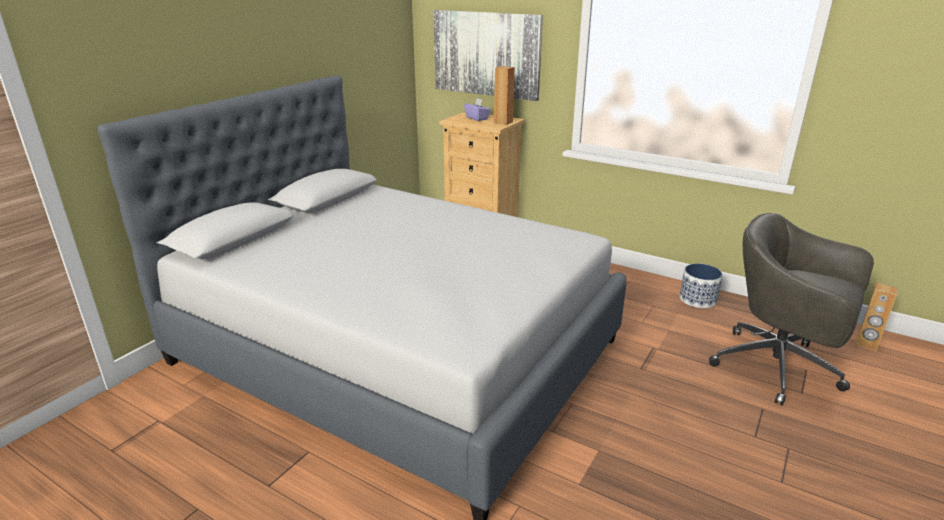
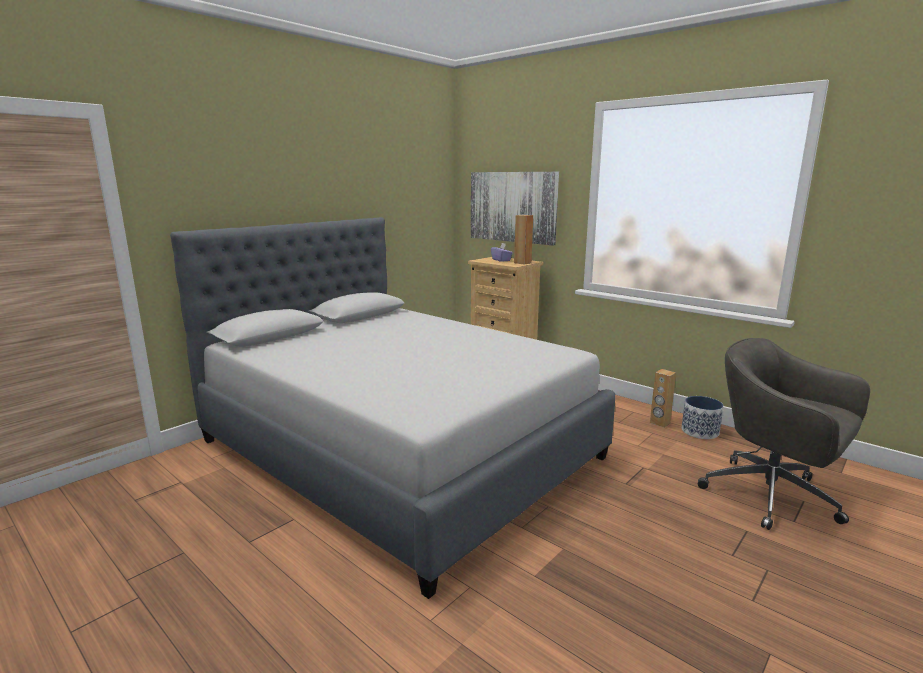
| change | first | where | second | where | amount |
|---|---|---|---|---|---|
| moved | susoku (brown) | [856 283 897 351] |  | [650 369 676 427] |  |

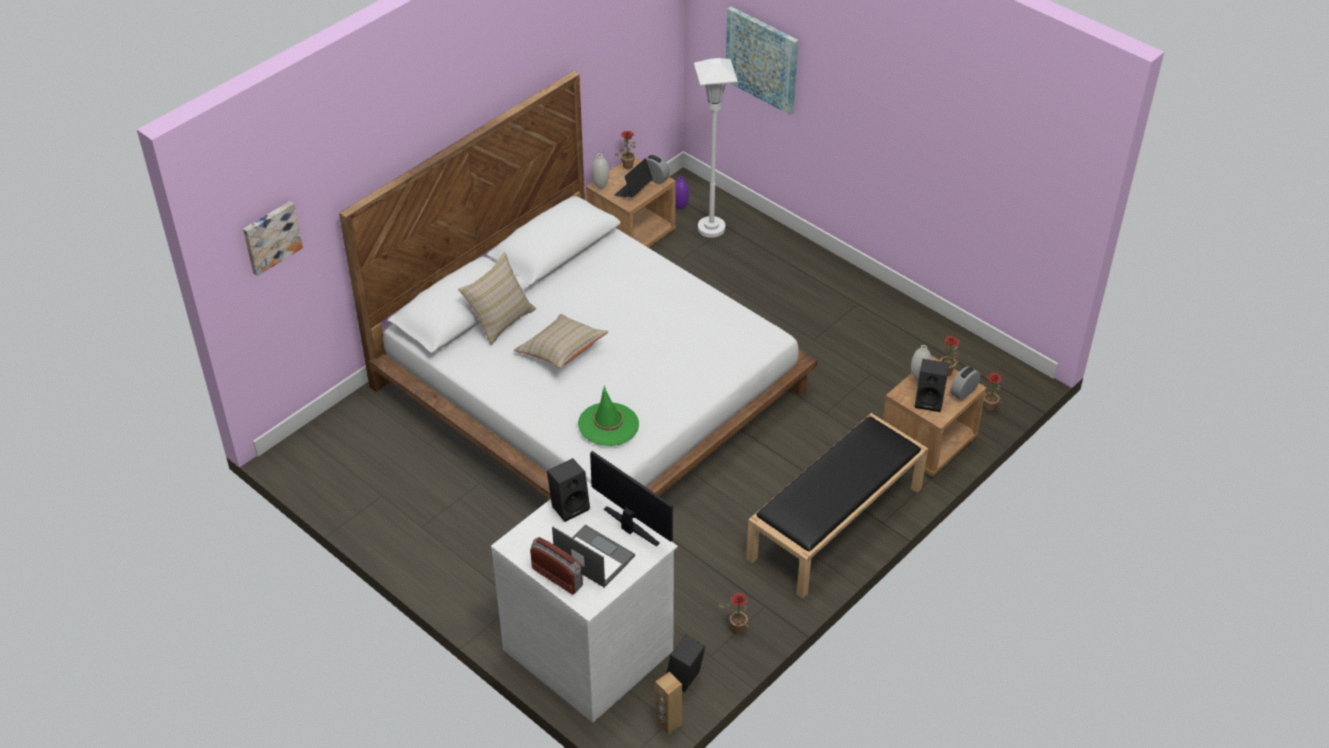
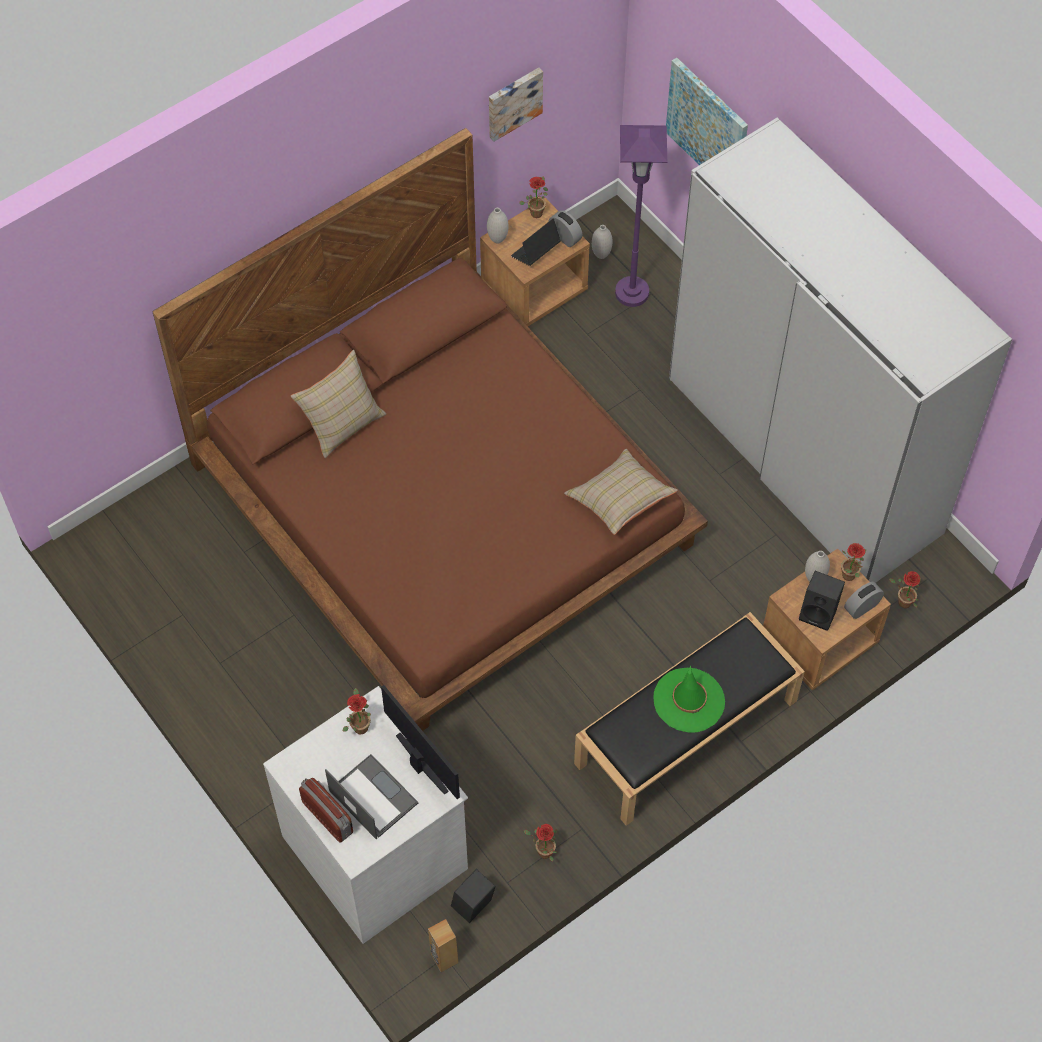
| change | first | where | second | where | amount |
|---|---|---|---|---|---|
| moved | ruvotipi | [243 201 303 276] |  | [489 68 543 142] |  |
| recoloured | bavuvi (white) | [339 71 818 499] | bavuvi (brown) | [152 128 708 731] |  |
| moved | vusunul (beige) | [514 314 609 368] |  | [564 449 678 535] |  |
| replaced | susoku (black) | [547 458 590 522] | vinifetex | [343 688 371 734] |  |
| moved | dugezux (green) | [578 385 639 446] |  | [654 665 725 733] |  |
| recoloured | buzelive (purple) | [675 176 689 209] | buzelive (white) | [592 225 612 259] |  |
| recoloured | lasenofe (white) | [694 58 738 238] | lasenofe (purple) | [615 125 667 307] |  |
| added |  |  | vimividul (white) | [669 117 1012 583] |  |

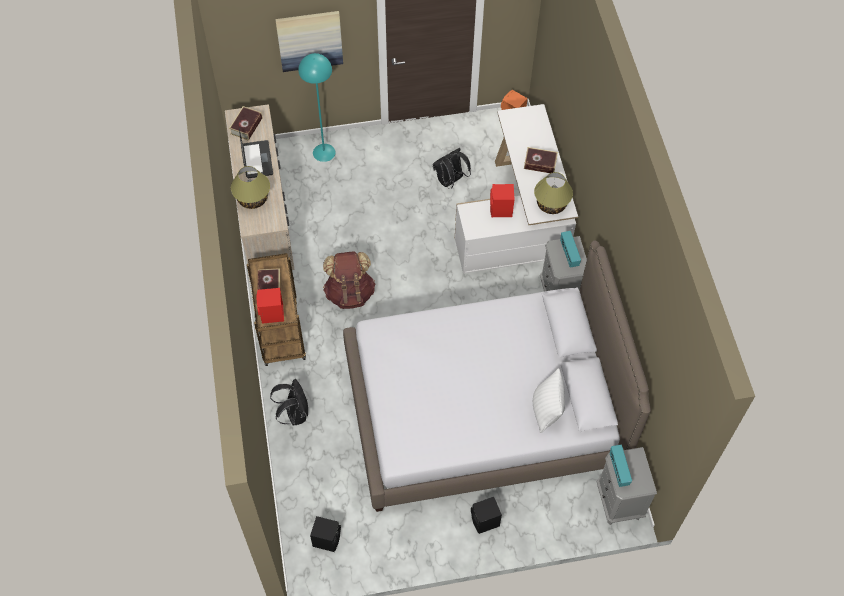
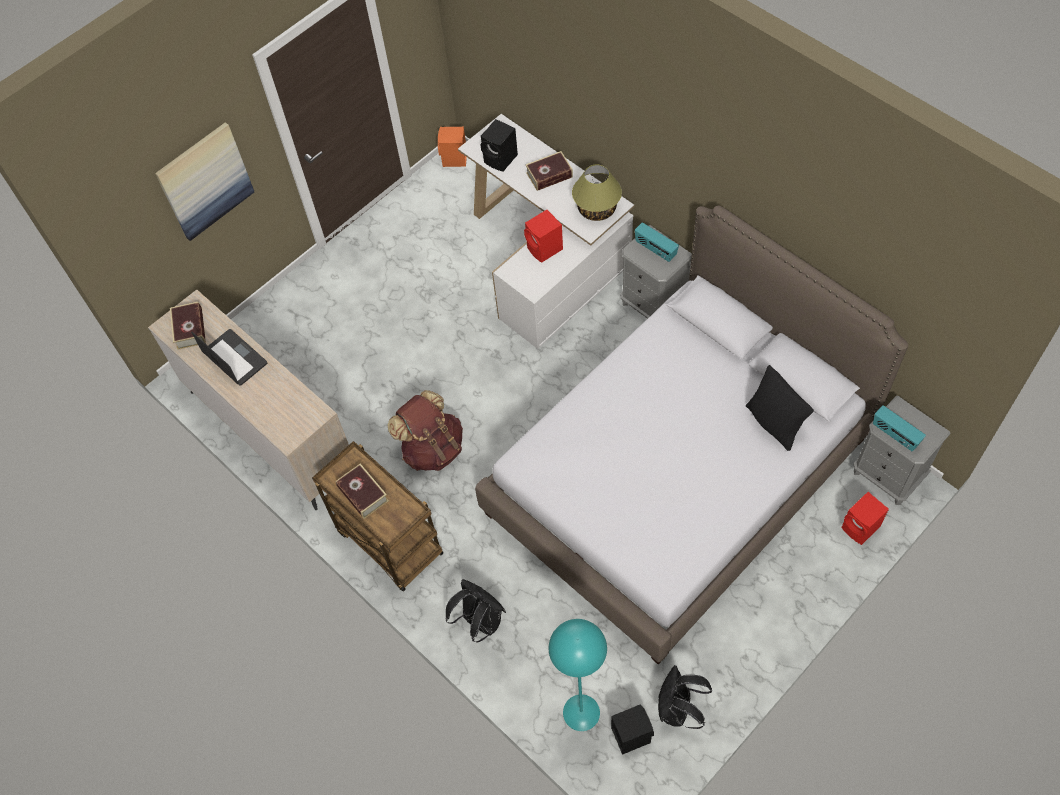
| change | first | where | second | where | amount |
|---|---|---|---|---|---|
| removed | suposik | [231 166 270 209] |  |  |  |
| moved | susoku (red) | [256 288 284 324] |  | [841 492 889 545] |  |
| moved | lasenofe (turquoise) | [298 53 335 162] |  | [549 619 607 731] |  |
| moved | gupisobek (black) | [433 148 471 189] |  | [658 665 712 729] |  |
| moved | susoku (black) | [471 497 502 534] |  | [480 119 518 172] |  |
| recoloured | vusunul (white) | [533 368 565 433] | vusunul (black) | [746 365 814 451] |  |

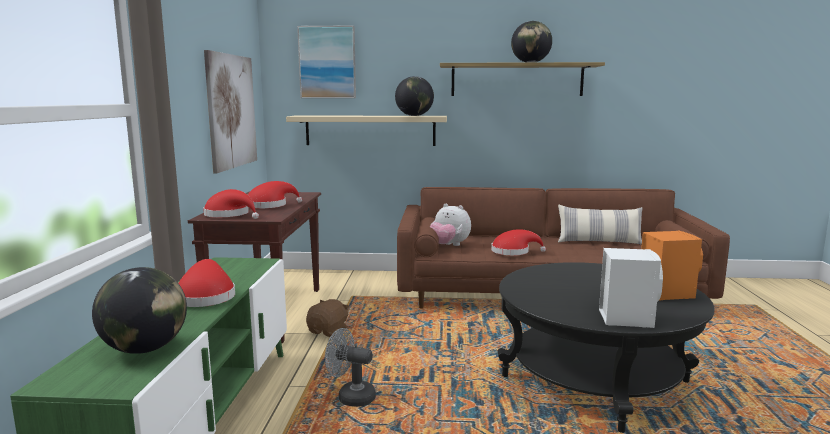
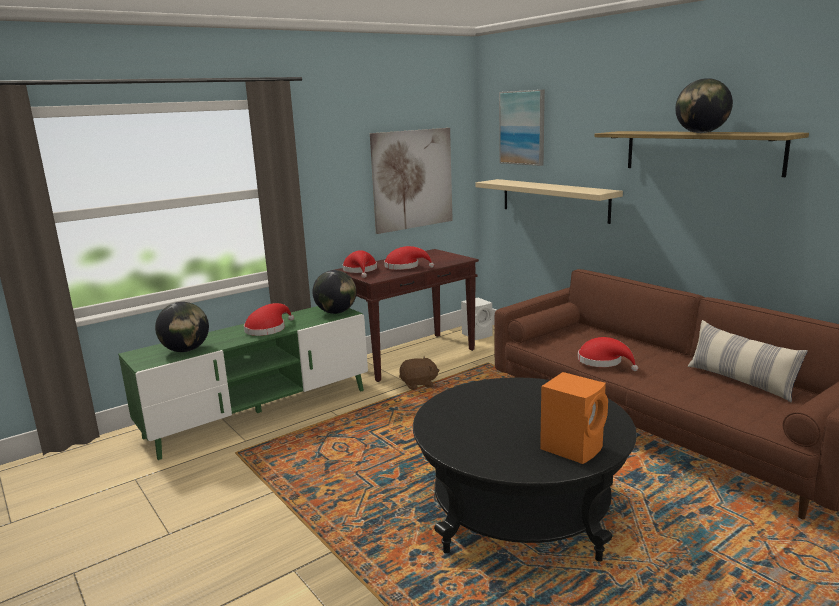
| change | first | where | second | where | amount |
|---|---|---|---|---|---|
| removed | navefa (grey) | [325 328 376 407] |  |  |  |
| moved | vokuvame | [395 76 434 116] |  | [313 270 357 314] |  |
| removed | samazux | [430 204 471 246] |  |  |  |
| moved | susoku (white) | [599 248 663 328] |  | [461 298 494 340] |  |

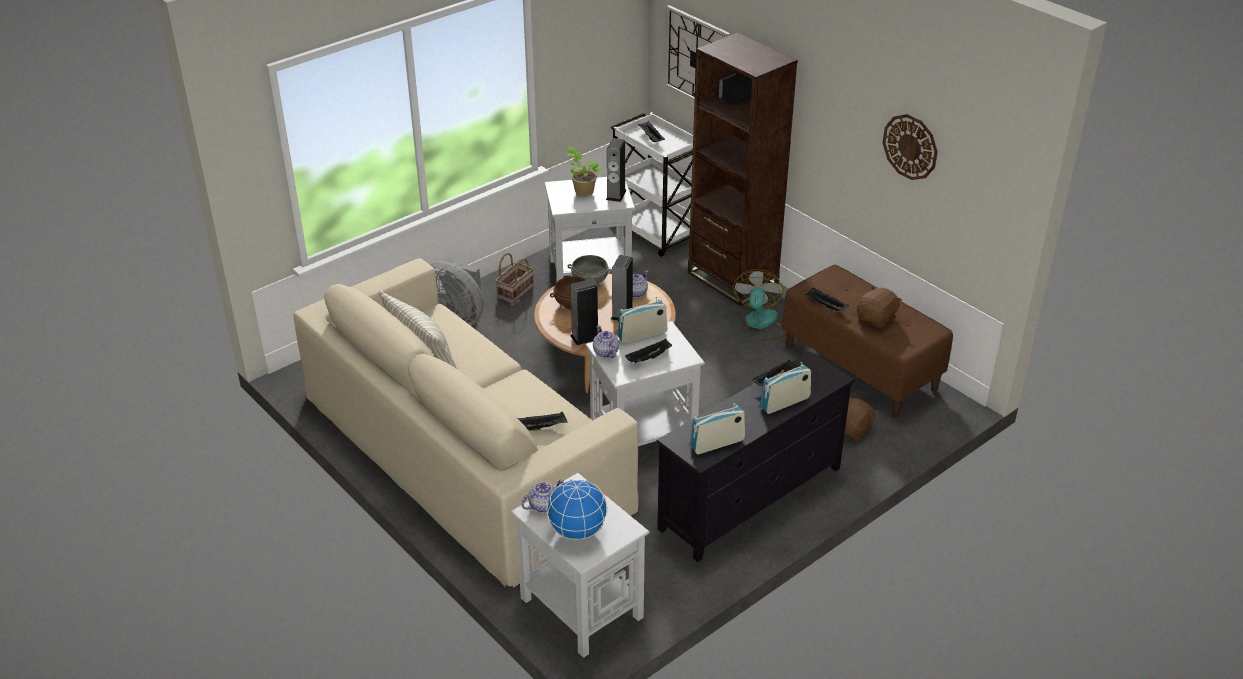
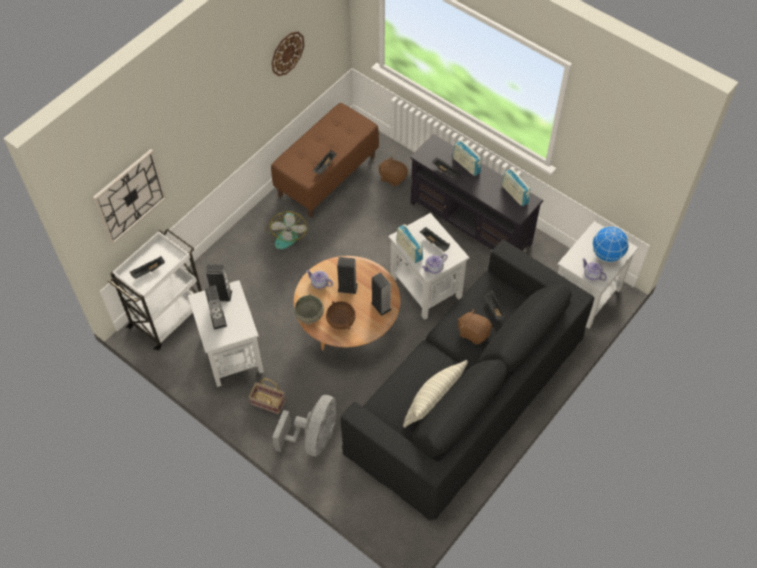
| change | first | where | second | where | amount |
|---|---|---|---|---|---|
| recoloured | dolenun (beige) | [293 258 639 588] | dolenun (black) | [341 240 594 521] |  |
| replaced | vinifetex | [567 146 602 196] | susoku | [204 285 227 330] |  |
| removed | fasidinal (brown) | [688 33 798 306] |  |  |  |
| turned | navefa | [733 269 786 340] |  | [266 211 307 249] | 90 degrees counterclockwise |
| moved | samazux (brown) | [857 286 902 329] |  | [458 309 492 344] |  |

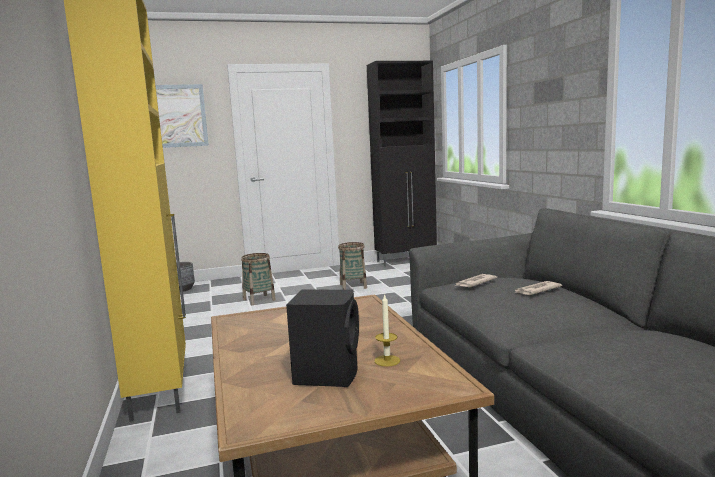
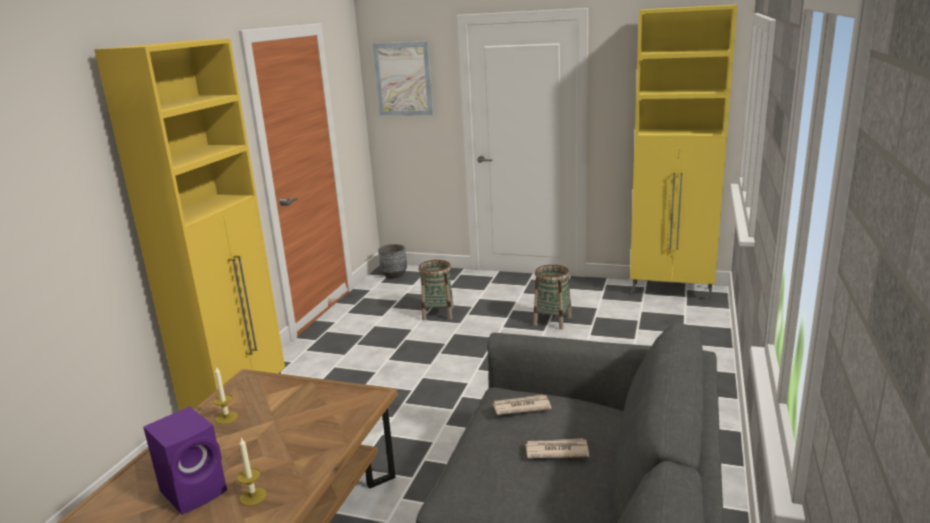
| change | first | where | second | where | amount |
|---|---|---|---|---|---|
| recoloured | susoku (black) | [286 289 359 387] | susoku (purple) | [143 406 227 515] |  |
| recoloured | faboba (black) | [367 61 437 267] | faboba (yellow) | [630 4 738 301] |  |
| added |  |  | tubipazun | [213 367 238 424] |  |

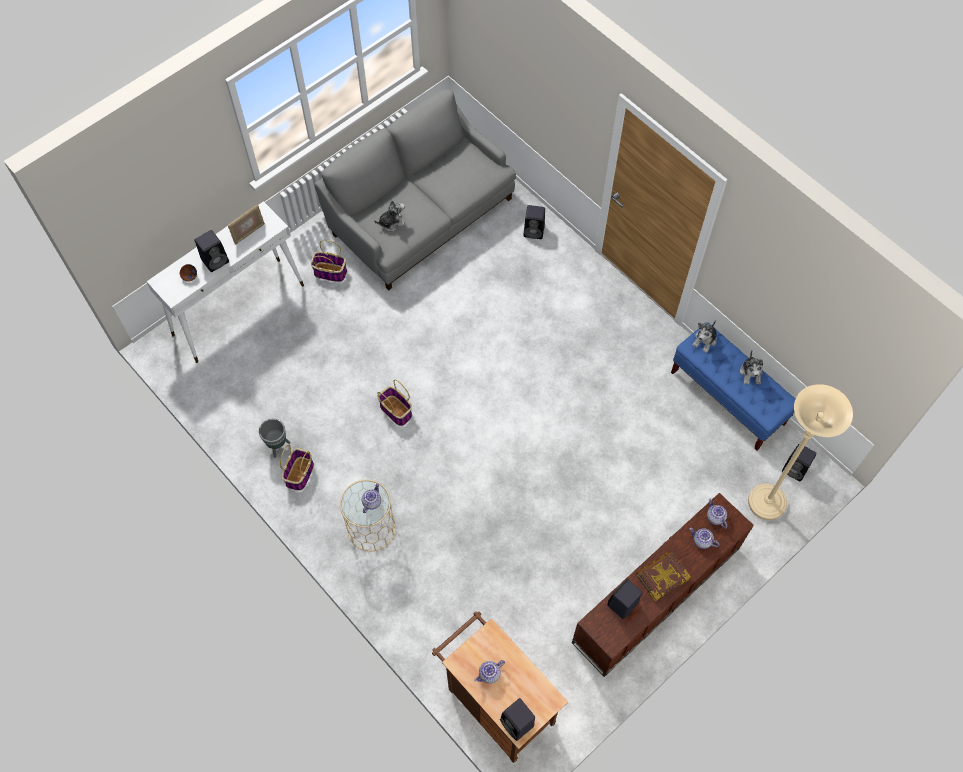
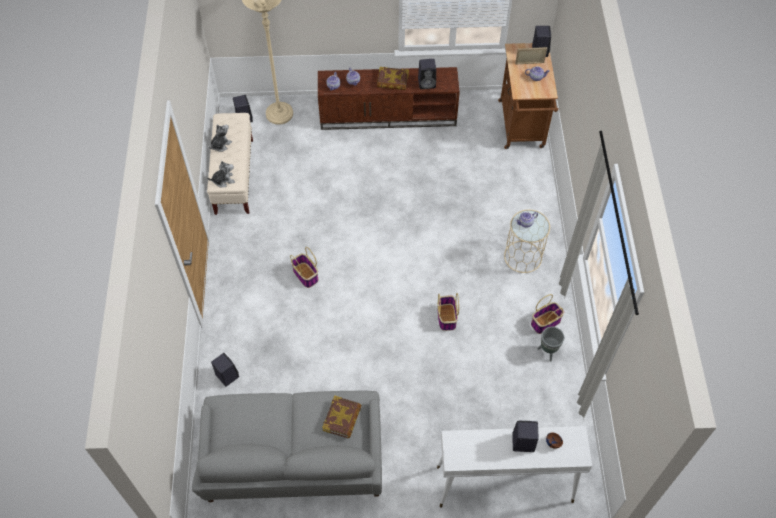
| change | first | where | second | where | amount |
|---|---|---|---|---|---|
| moved | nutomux | [228 205 265 245] |  | [515 47 548 64] |  |
| moved | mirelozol | [311 240 347 282] |  | [290 247 319 288] |  |
| replaced | samazux | [374 200 405 231] | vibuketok | [322 396 362 438] |  |
| recoloured | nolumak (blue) | [671 322 795 451] | nolumak (beige) | [207 113 253 215] |  |

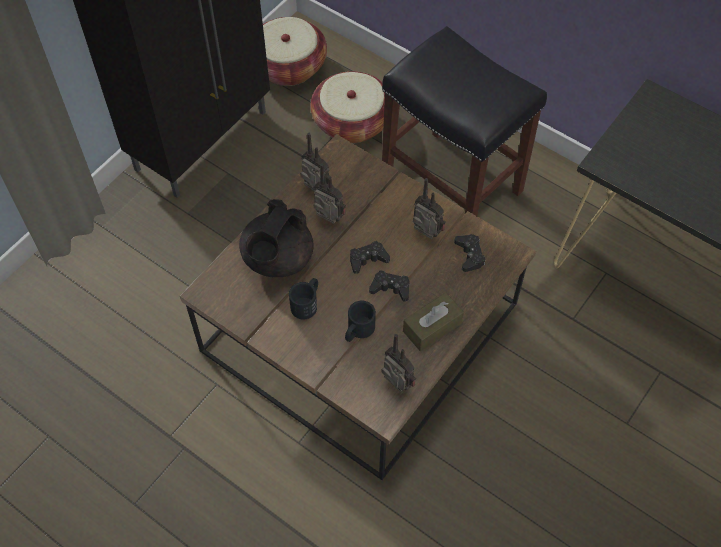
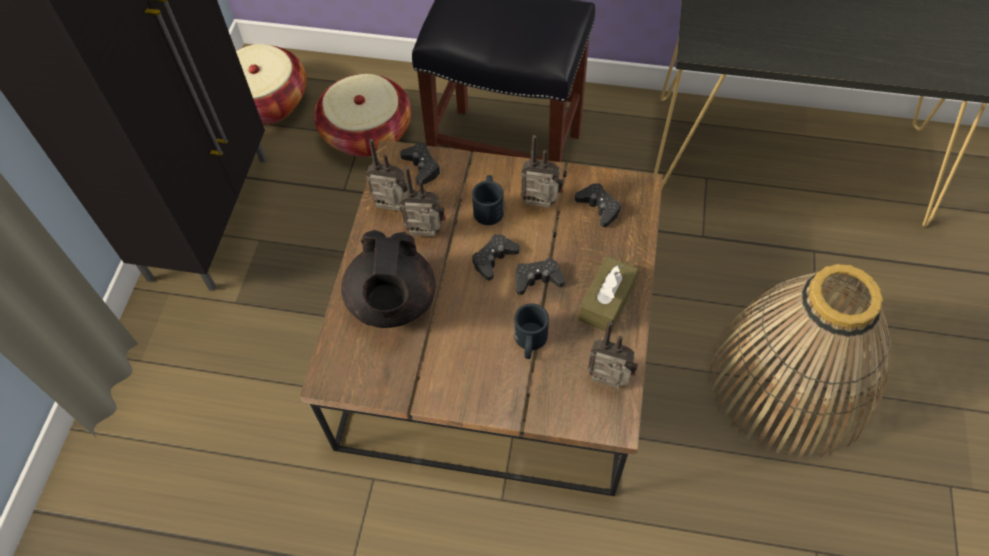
| change | first | where | second | where | amount |
|---|---|---|---|---|---|
| moved | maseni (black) | [289 278 318 319] |  | [472 175 504 225] |  |
| added |  |  | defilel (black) | [400 143 441 185] |  |
| added |  |  | mirelozol | [708 264 891 459] |  |

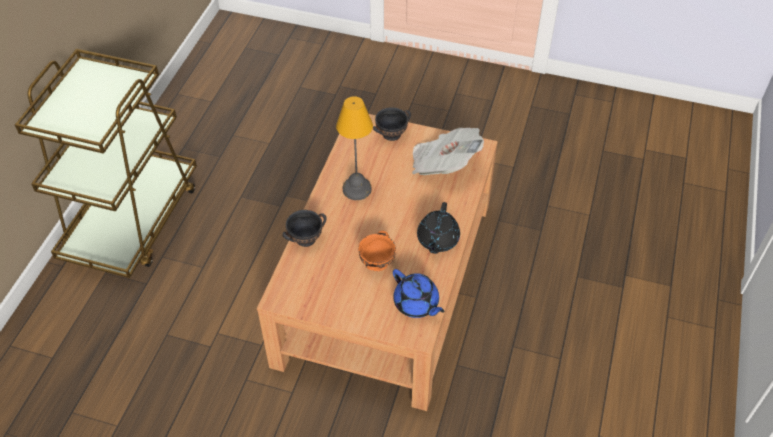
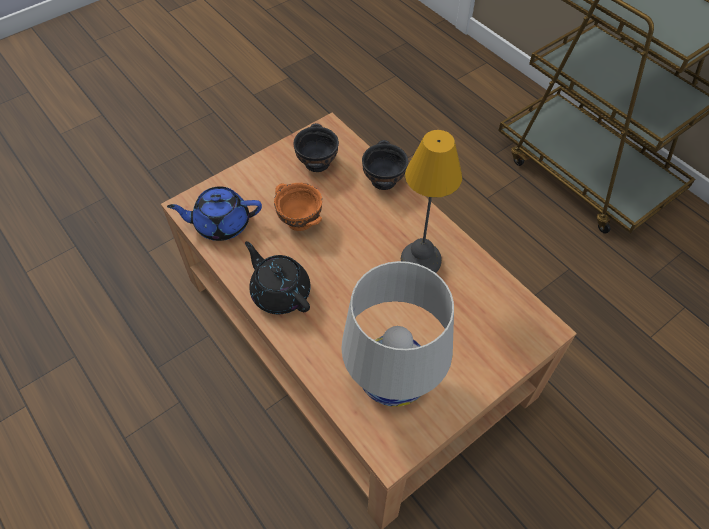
| change | first | where | second | where | amount |
|---|---|---|---|---|---|
| moved | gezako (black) | [373 107 411 141] |  | [293 123 339 172] |  |
| replaced | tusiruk | [412 127 484 175] | suposik (white) | [341 261 454 407] |  |

